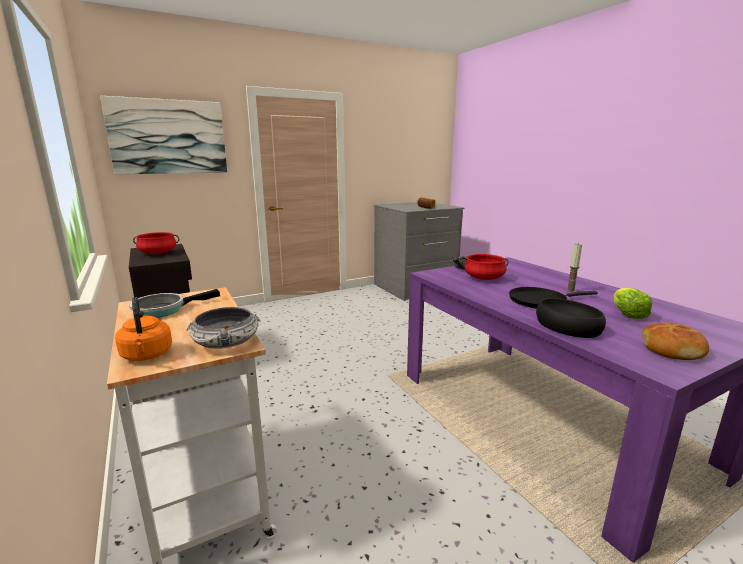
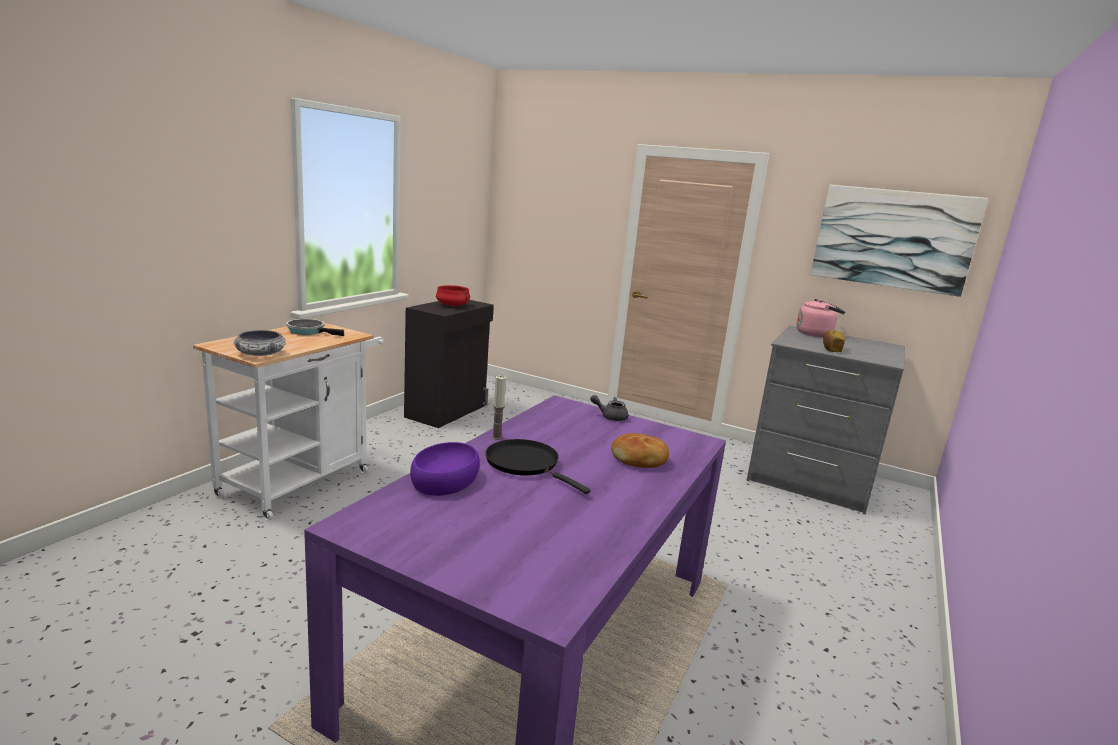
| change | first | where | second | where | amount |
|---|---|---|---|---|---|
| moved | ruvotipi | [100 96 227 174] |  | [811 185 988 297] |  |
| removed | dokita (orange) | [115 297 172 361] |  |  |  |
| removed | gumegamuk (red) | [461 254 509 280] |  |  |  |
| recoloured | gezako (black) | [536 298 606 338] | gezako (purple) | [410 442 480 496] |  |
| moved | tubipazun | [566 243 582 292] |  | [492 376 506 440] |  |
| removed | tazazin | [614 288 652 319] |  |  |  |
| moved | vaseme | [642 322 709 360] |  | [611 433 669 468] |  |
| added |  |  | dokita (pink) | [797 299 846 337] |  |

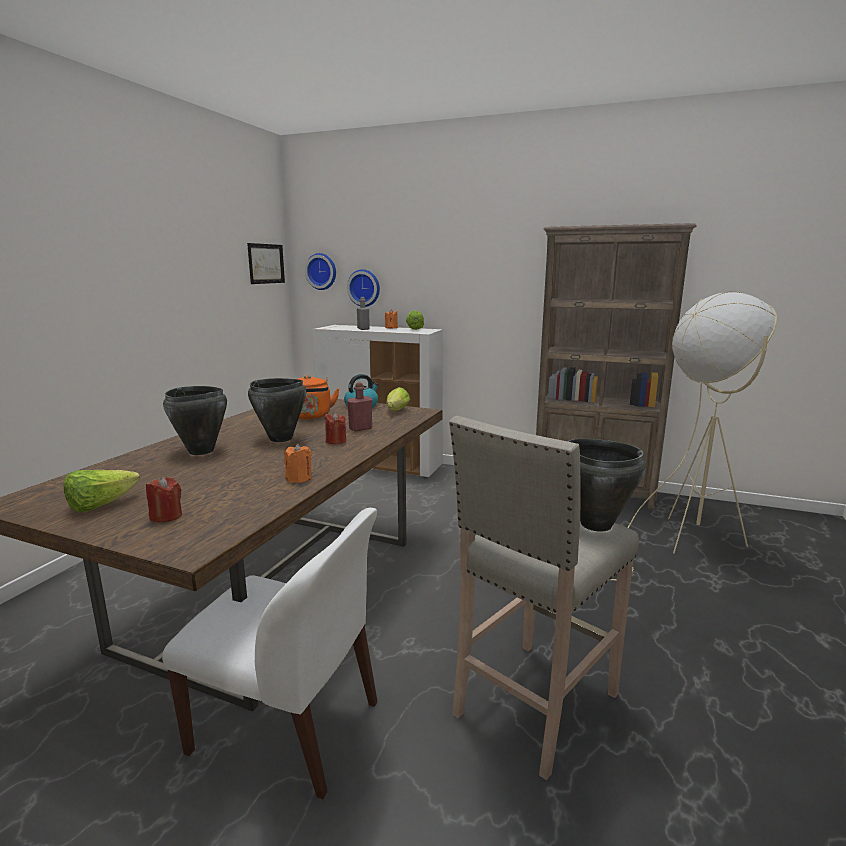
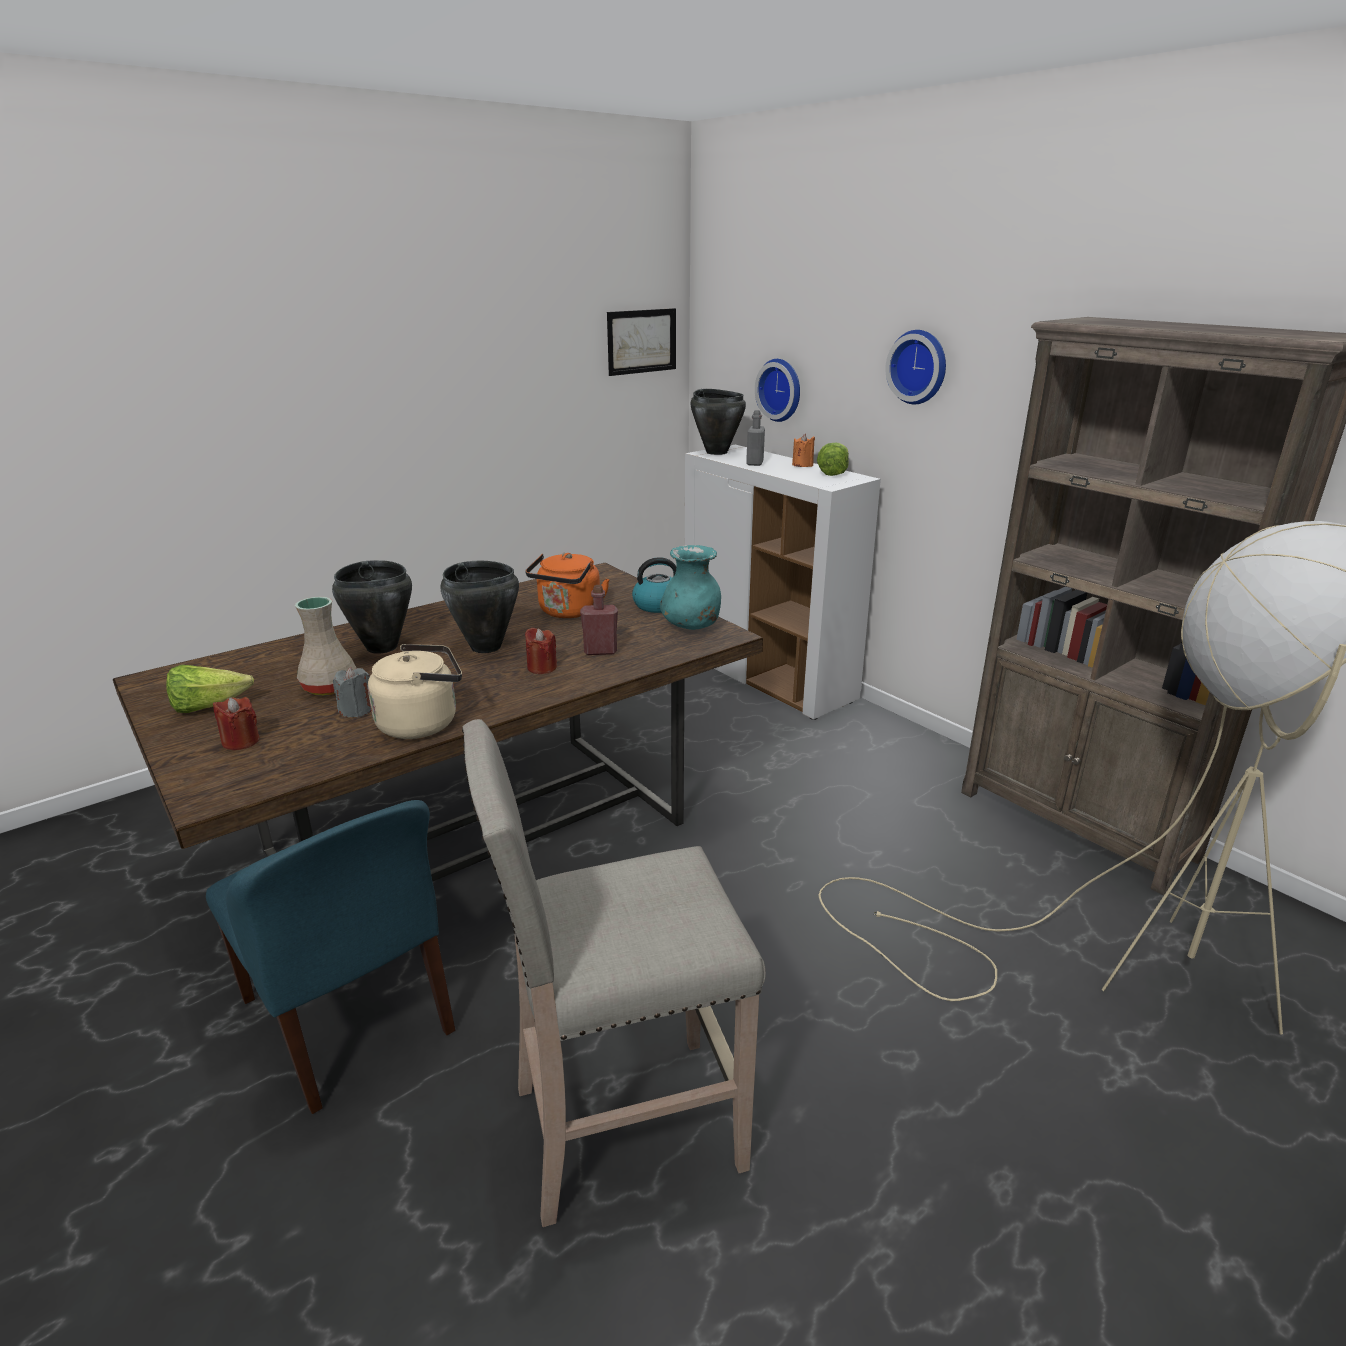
| change | first | where | second | where | amount |
|---|---|---|---|---|---|
| recoloured | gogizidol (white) | [162 508 377 799] | gogizidol (blue) | [206 800 455 1114] |  |
| replaced | tubipazun (orange) | [284 444 312 483] | dokita (beige) | [368 644 462 739] |  |
| moved | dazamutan | [305 253 336 290] |  | [885 330 946 404] |  |
| replaced | tazazin | [386 387 410 411] | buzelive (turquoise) | [660 545 721 630] |  |
| moved | gumegamuk (black) | [568 439 646 531] |  | [690 389 746 455] |  |
| added |  |  | buzelive (beige) | [295 597 357 696] |  |
| added |  |  | tubipazun (grey) | [333 667 371 717] |  |

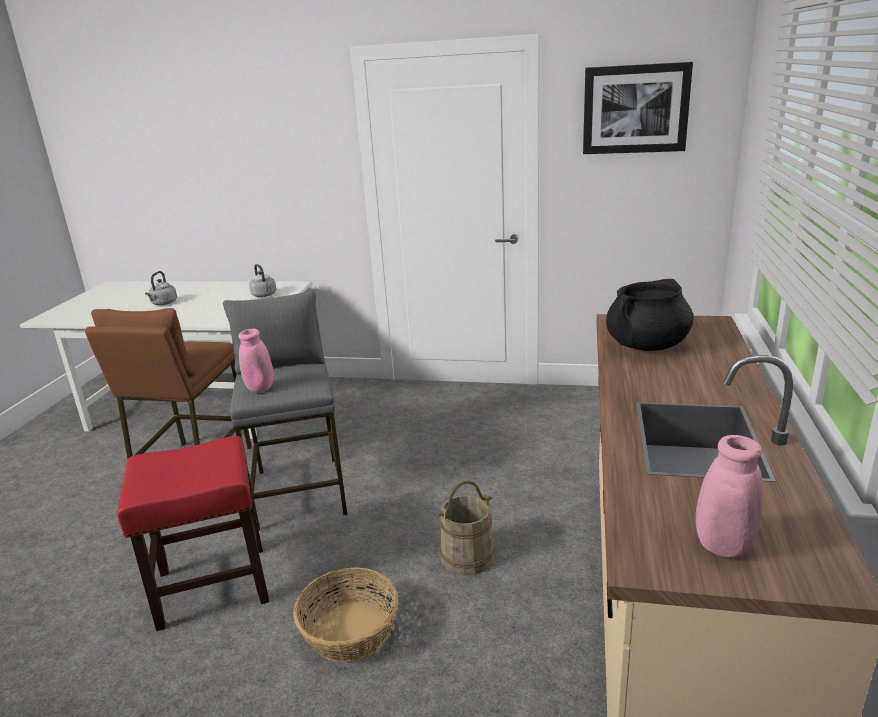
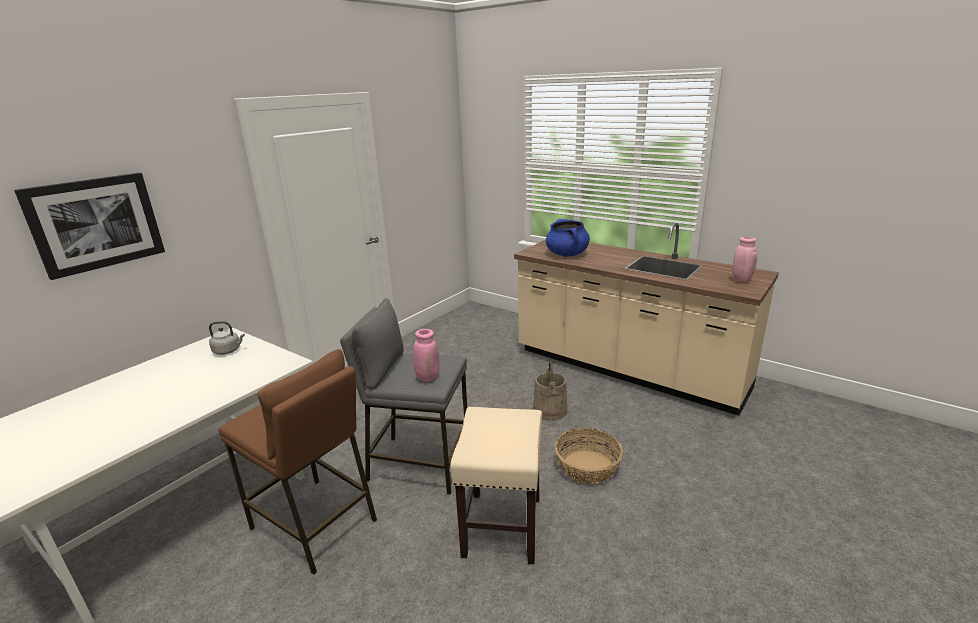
| change | first | where | second | where | amount |
|---|---|---|---|---|---|
| recoloured | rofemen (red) | [117 436 269 631] | rofemen (beige) | [450 407 542 564] |  |
| removed | dokita (grey) | [145 271 177 305] |  |  |  |
| moved | ruvotipi | [583 62 693 154] |  | [14 173 165 280] |  |
| recoloured | gumegamuk (black) | [606 279 694 351] | gumegamuk (blue) | [546 219 590 257] |  |

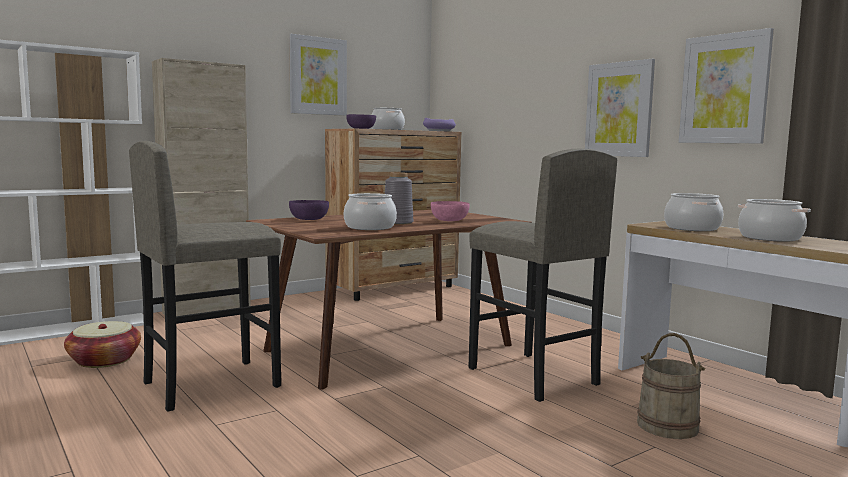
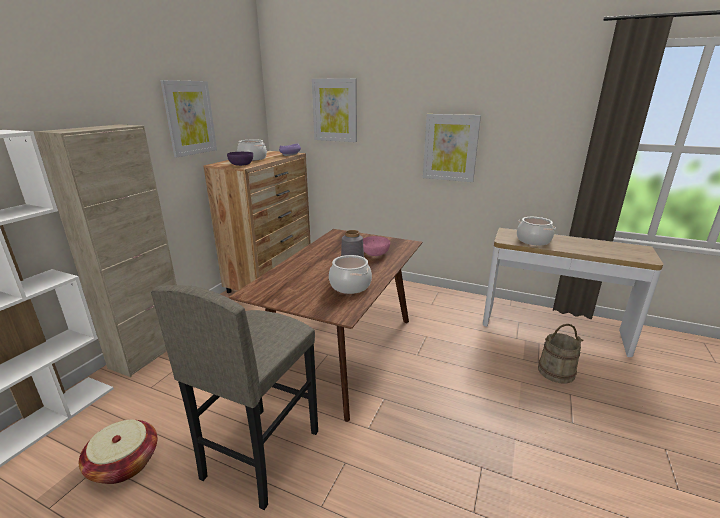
| change | first | where | second | where | amount |
|---|---|---|---|---|---|
| removed | gezako (purple) | [289 200 329 220] |  |  |  |
| removed | rofemen (grey) | [469 148 617 402] |  |  |  |
| moved | ruvotipi | [679 28 774 144] |  | [312 78 357 142] |  |
| removed | gumegamuk | [738 199 811 242] |  |  |  |

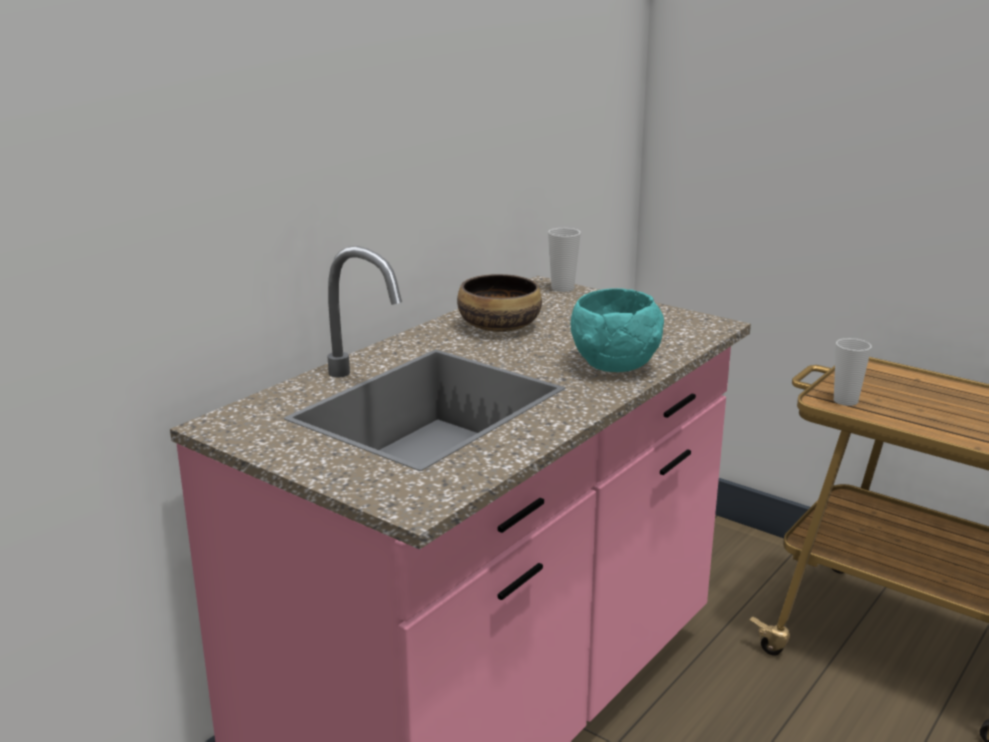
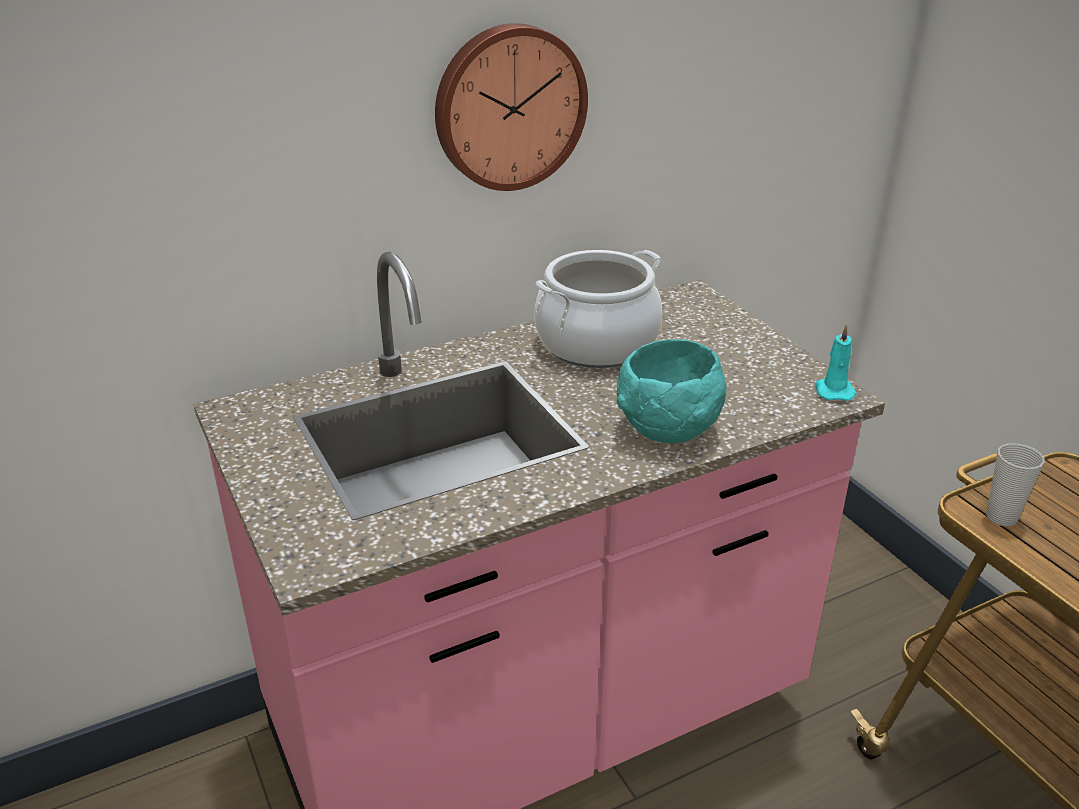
| change | first | where | second | where | amount |
|---|---|---|---|---|---|
| replaced | gezako | [457 274 542 332] | gumegamuk | [534 250 662 368] |  |
| removed | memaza | [548 228 581 292] |  |  |  |
| added |  |  | dazamutan | [435 23 588 191] |  |
| added |  |  | tubipazun (turquoise) | [815 324 856 401] |  |

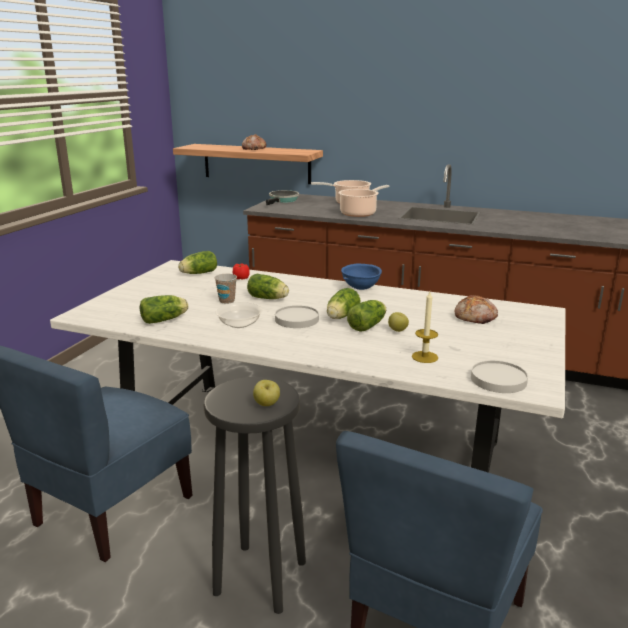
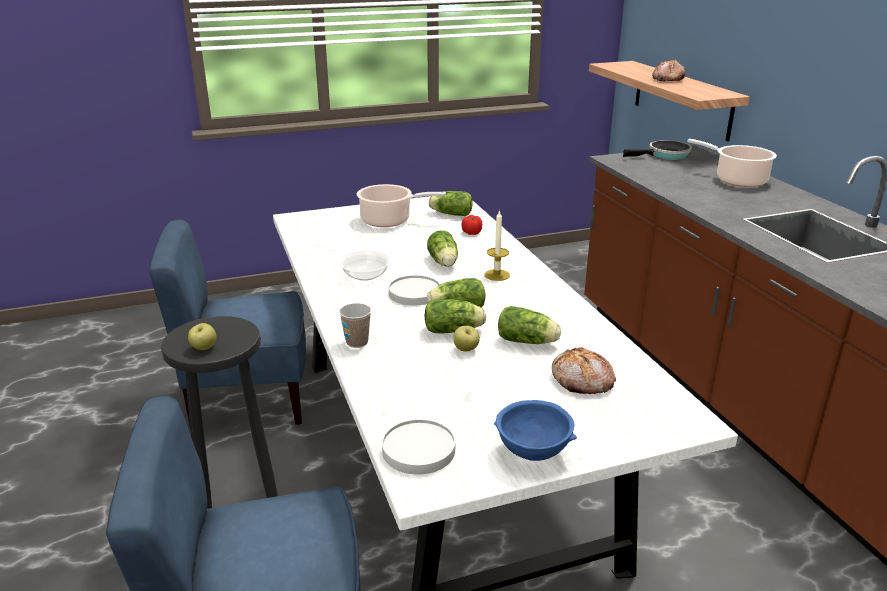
| change | first | where | second | where | amount |
|---|---|---|---|---|---|
| moved | tazazin | [140 295 188 324] |  | [498 306 561 344] |  |
| moved | memaza | [215 274 237 304] |  | [339 303 371 348] |  |
| moved | gumegamuk | [338 185 389 217] |  | [357 184 446 227] |  |
| moved | gezako (blue) | [341 263 382 290] |  | [494 400 577 461] |  |
| moved | tubipazun | [412 292 438 363] |  | [484 210 510 281] |  |

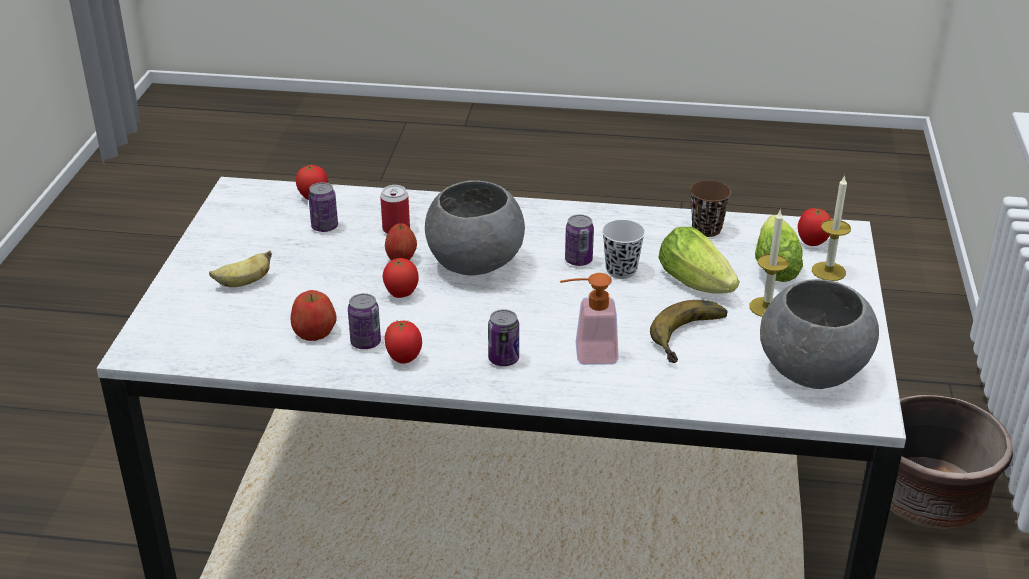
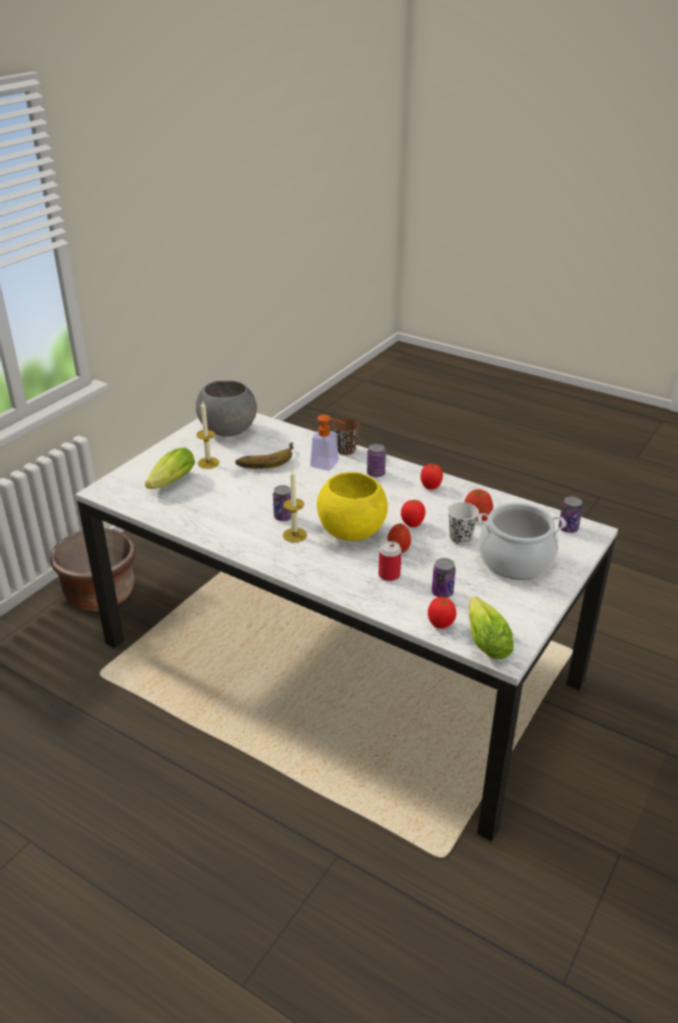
| change | first | where | second | where | amount |
|---|---|---|---|---|---|
| replaced | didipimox | [209 250 272 287] | gumegamuk | [477 503 566 580] |  |
| moved | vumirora | [348 293 381 349] |  | [559 496 583 533] |  |
| recoloured | gezako (grey) | [425 180 525 276] | gezako (yellow) | [317 472 388 541] |  |
| moved | memaza (white) | [602 220 645 279] |  | [448 502 479 545] |  |
| moved | tazazin | [658 227 740 294] |  | [469 596 513 659] |  |
| moved | memaza (brown) | [690 181 731 237] |  | [333 418 359 455] |  |
| removed | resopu | [798 208 831 246] |  |  |  |
| moved | tubipazun | [812 175 851 281] |  | [283 468 307 542] |  |

